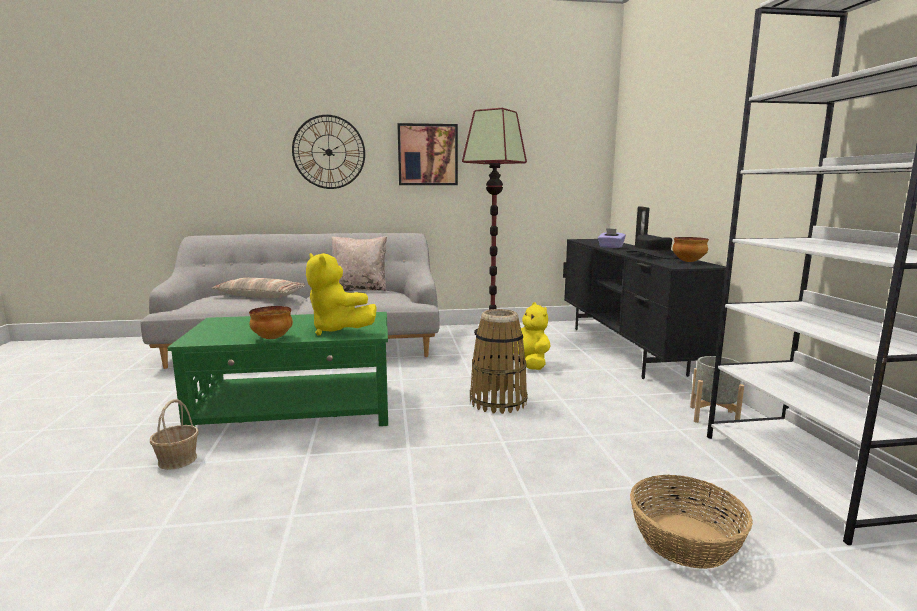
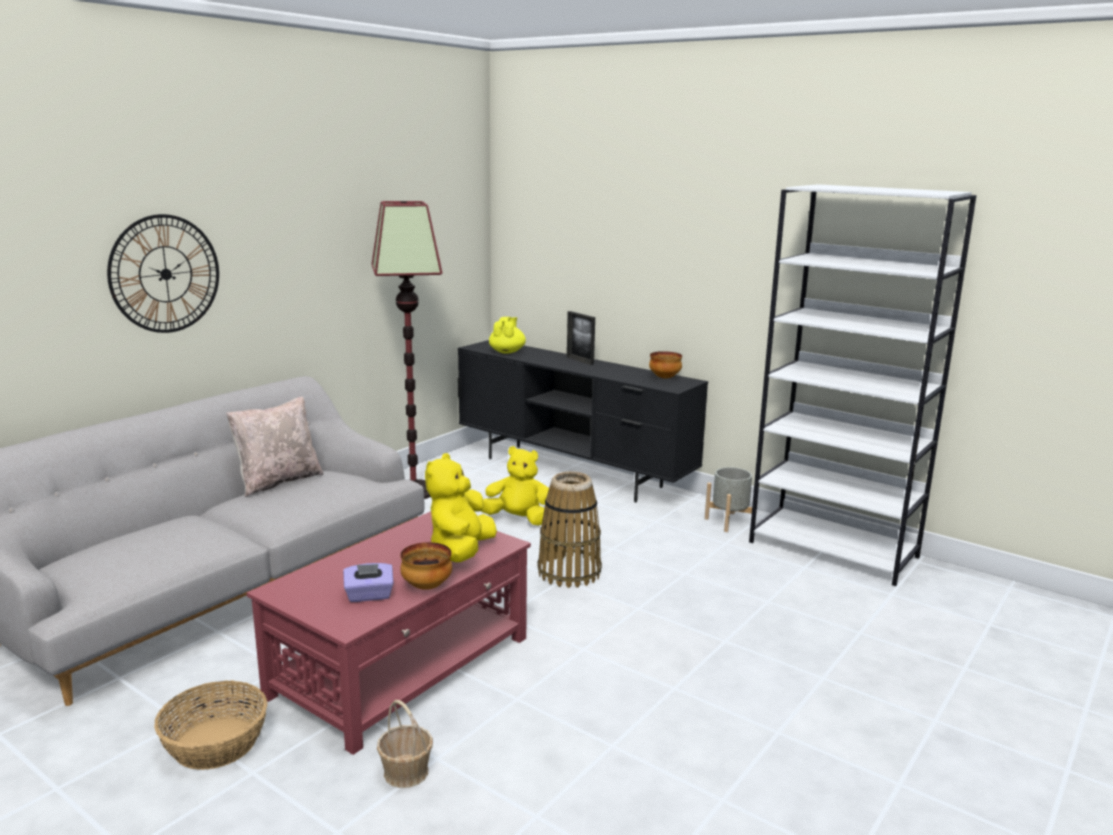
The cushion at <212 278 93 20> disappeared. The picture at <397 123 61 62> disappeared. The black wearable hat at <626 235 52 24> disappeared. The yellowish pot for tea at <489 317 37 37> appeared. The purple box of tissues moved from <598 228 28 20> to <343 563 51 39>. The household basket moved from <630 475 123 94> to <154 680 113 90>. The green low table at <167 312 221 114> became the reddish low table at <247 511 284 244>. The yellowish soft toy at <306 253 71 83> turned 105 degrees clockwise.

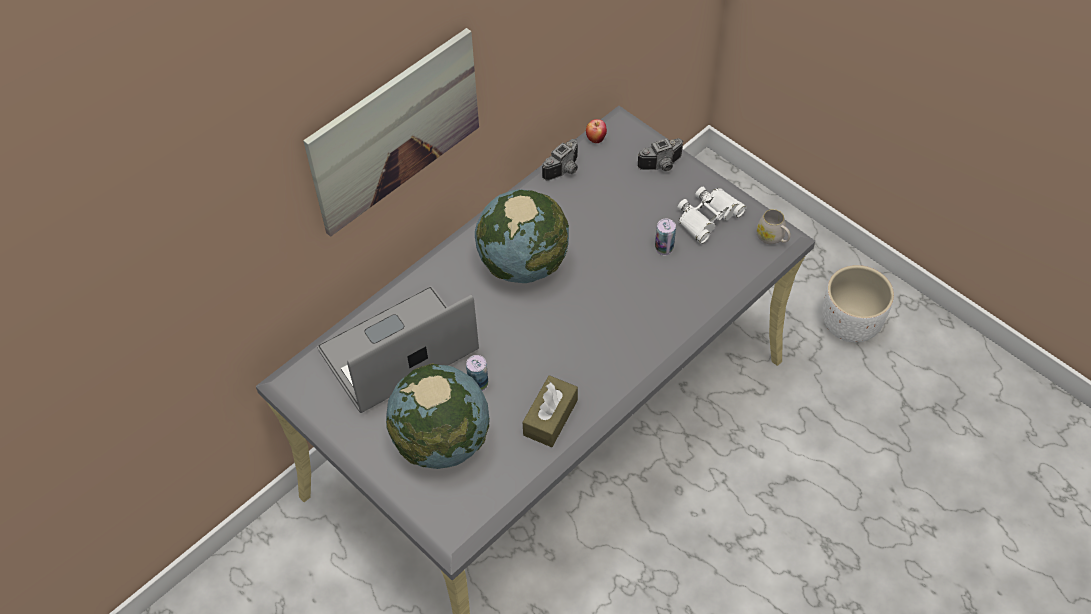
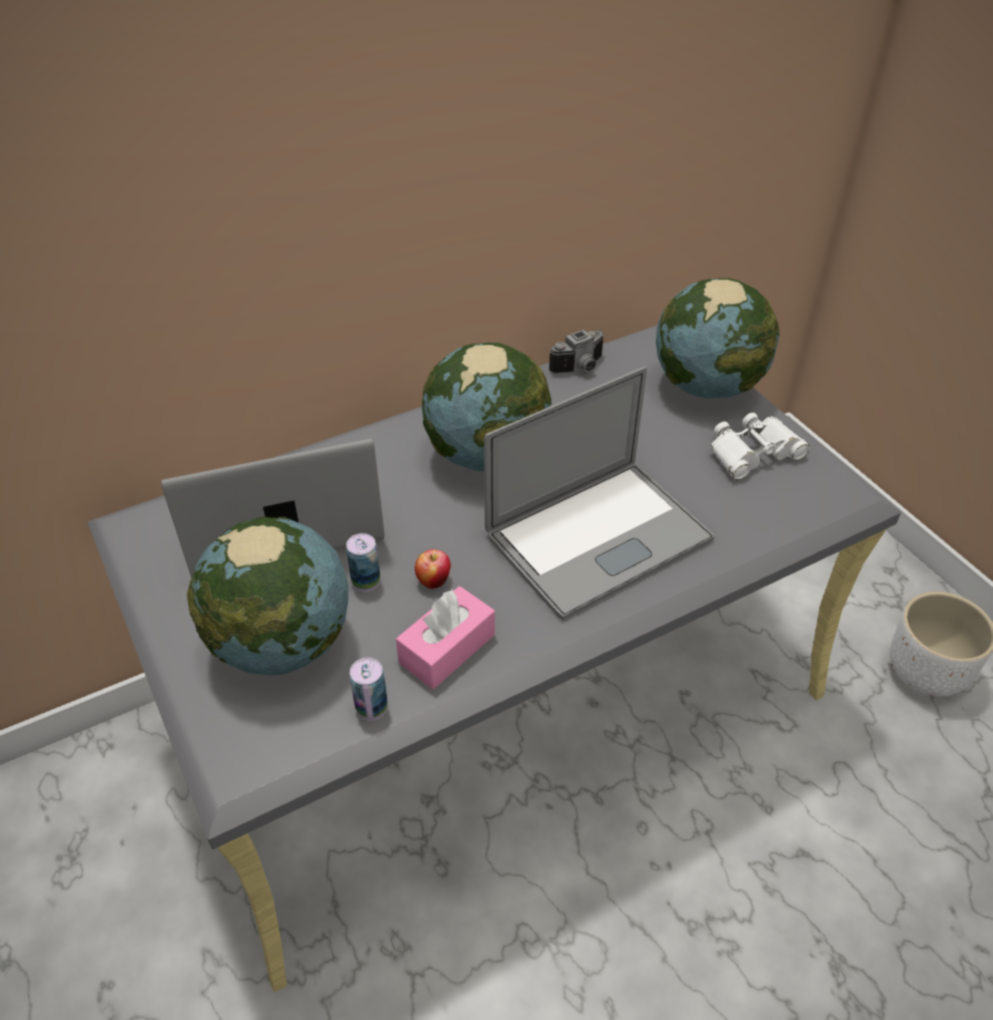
The picture at <303 28 176 209> disappeared. The whitish mug at <756 209 35 35> disappeared. The portable computer at <484 366 230 254> appeared. The apple fruit moved from <586 119 21 24> to <415 549 36 40>. The sealed can moved from <655 219 21 36> to <350 658 38 63>. The still camera at <637 138 47 34> was replaced by the world globe at <656 278 124 121>. The brown box of tissues at <522 375 56 72> became the pink-coloured box of tissues at <396 586 99 103>.

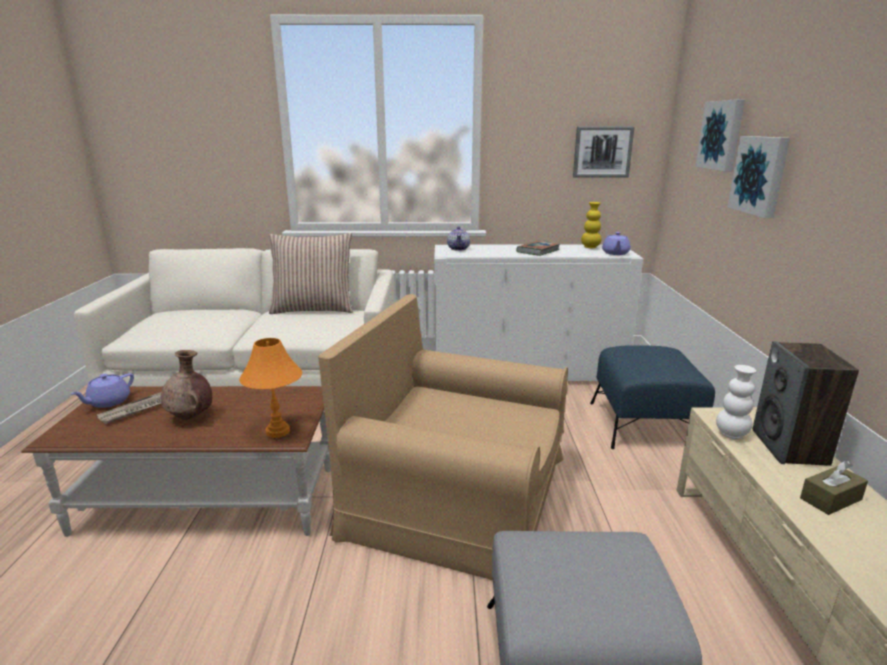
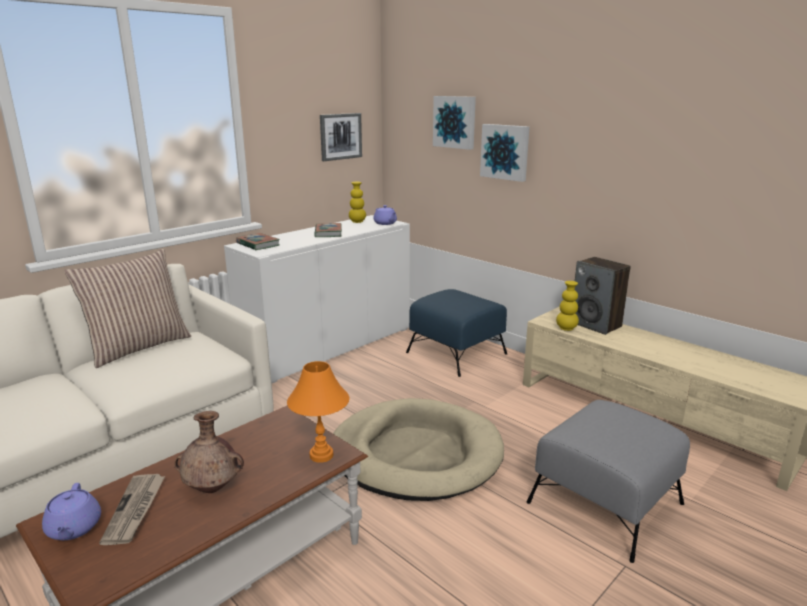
The brown box of tissues at <800 461 68 54> disappeared. The brown lounge chair at <318 294 250 287> was replaced by the beige-coloured pet bed at <333 398 171 103>. The pot for tea at <447 226 23 25> was replaced by the book at <236 233 44 17>. The whitish vase at <716 365 40 74> became the yellowish vase at <556 281 23 50>.

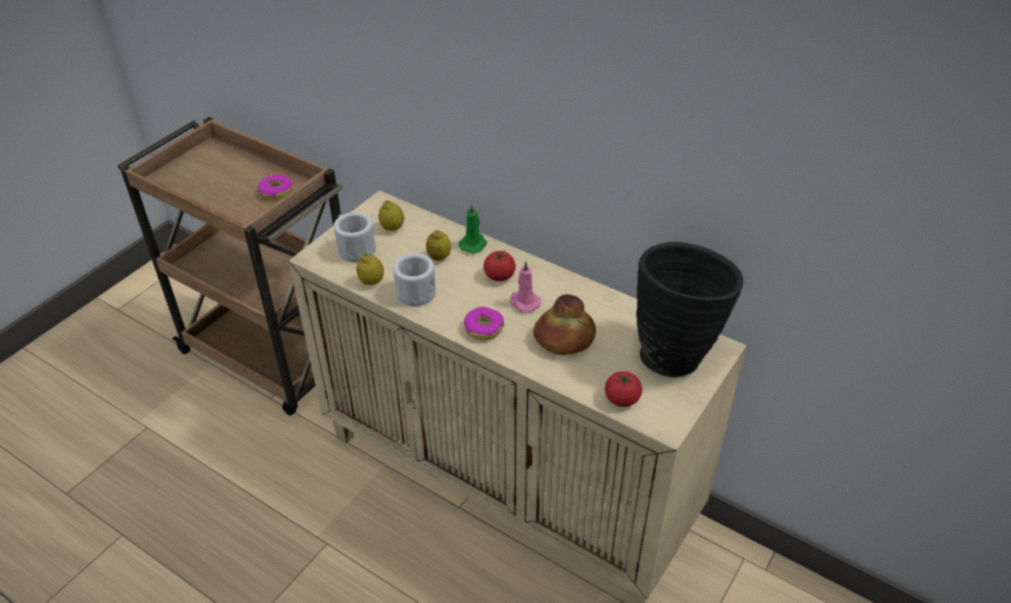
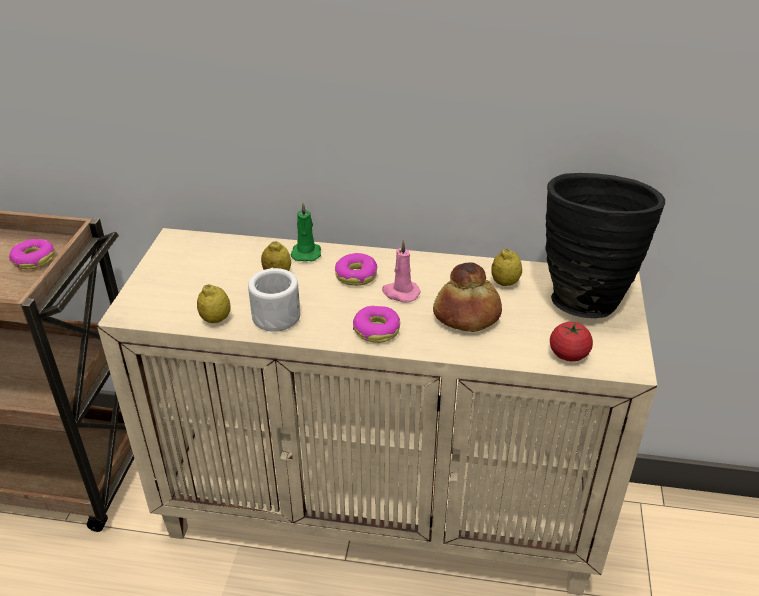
The whitish mug at <334 212 42 50> disappeared. The lemon moved from <379 200 25 31> to <491 249 31 37>. The tomato at <483 251 33 30> was replaced by the donut at <335 253 43 33>.

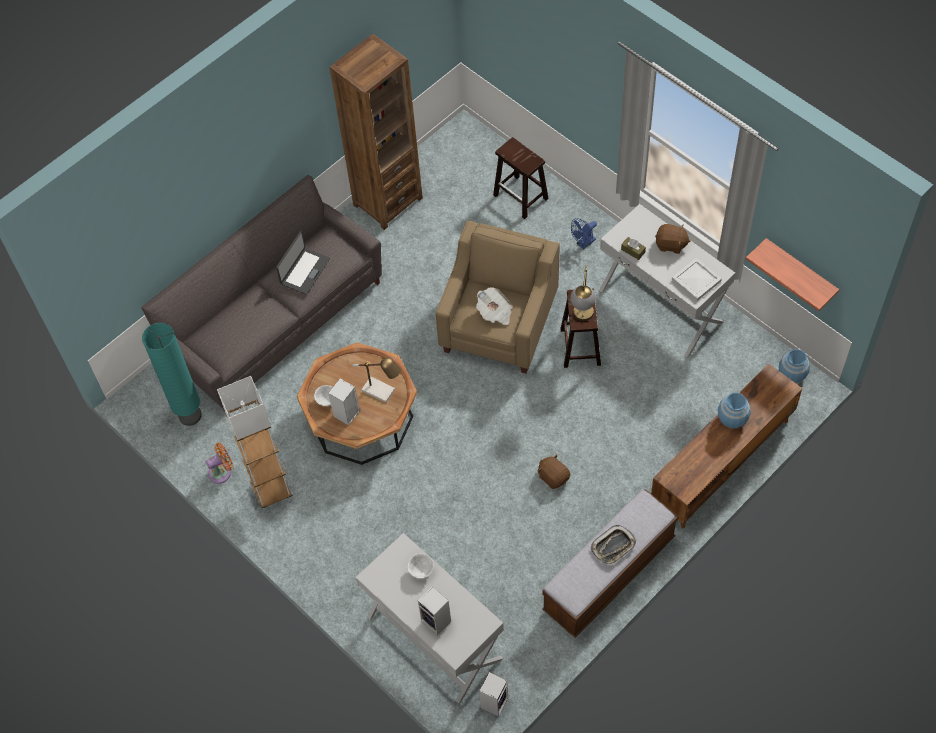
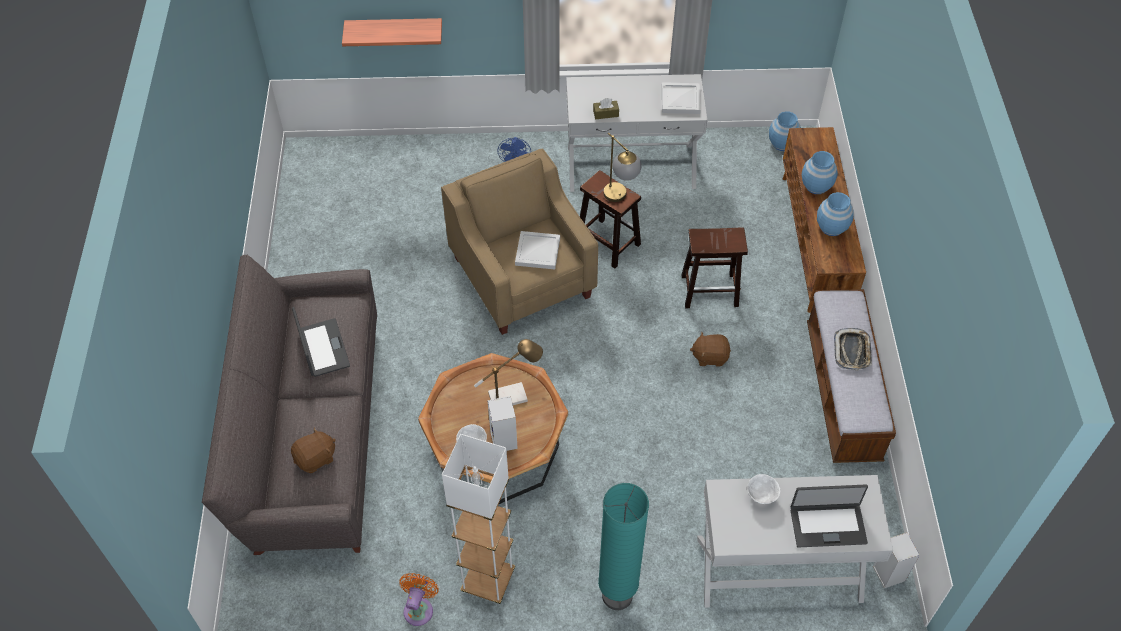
The brown bookcase at <330 34 93 196> disappeared. The bluish vase at <817 192 37 44> appeared. The turquoise-coloured floor lamp moved from <142 323 60 103> to <598 483 51 127>. The brown stool moved from <493 137 56 82> to <681 227 67 81>. The brown soft toy moved from <655 224 35 30> to <291 427 45 46>. The wall shelf moved from <746 238 93 73> to <342 18 100 28>. The loudspeaker at <418 586 33 49> was replaced by the portable computer at <791 485 77 63>. The printed paper at <476 287 37 38> was replaced by the whitish carrying tray at <515 231 45 38>.

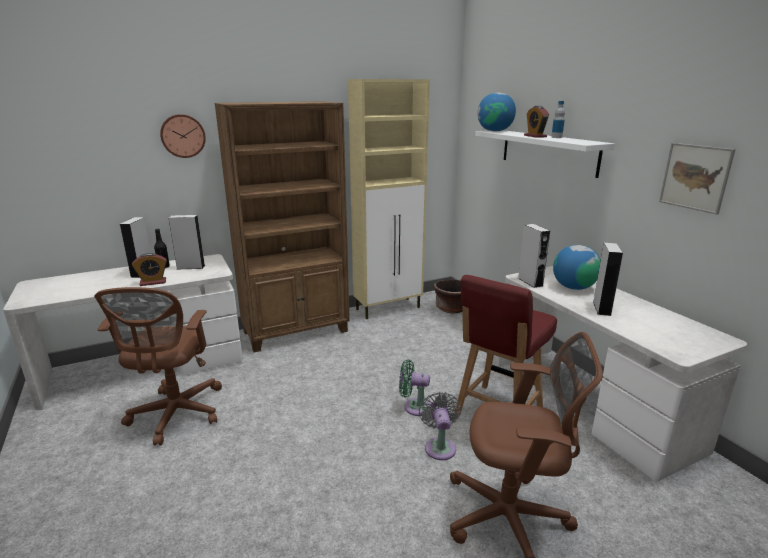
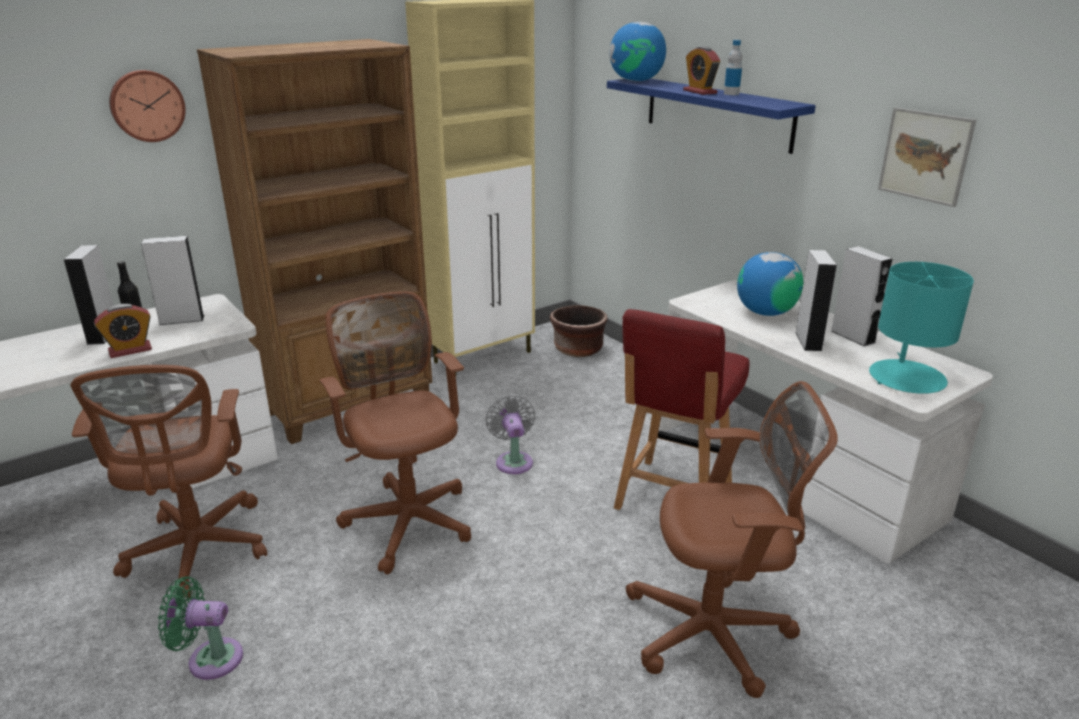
The brown desk chair at <319 291 152 283> appeared. The turquoise-coloured table lamp at <869 262 105 132> appeared. The green electric fan moved from <399 360 32 56> to <158 576 85 104>. The gray electric fan moved from <419 392 42 68> to <486 395 49 79>. The gray loudspeaker moved from <518 224 32 64> to <831 246 62 101>. The whitish wall shelf at <475 130 140 48> became the bluish wall shelf at <607 79 209 75>.

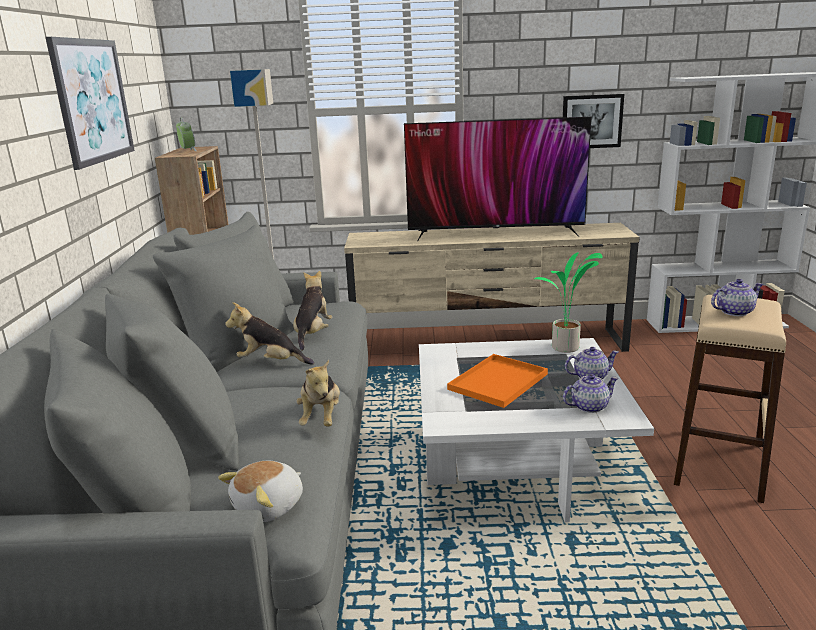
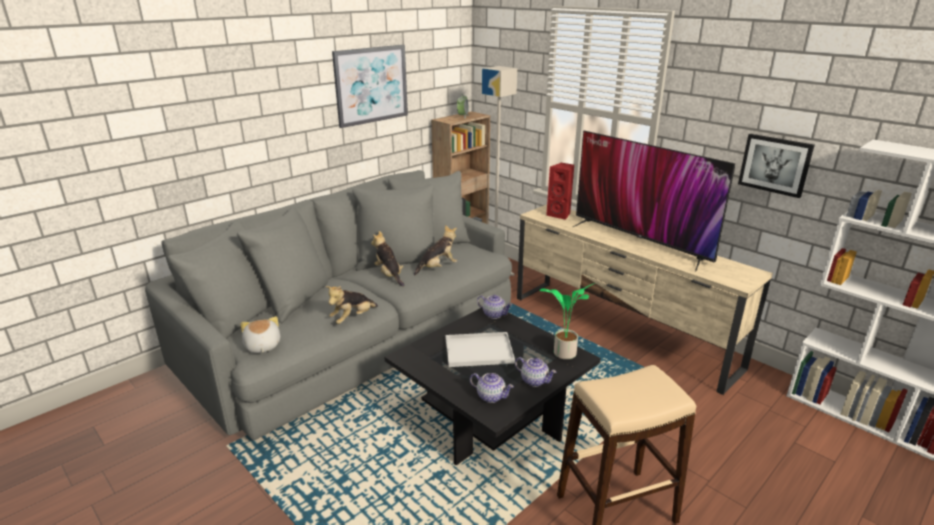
The reddish loudspeaker at <546 162 28 58> appeared. The pot for tea moved from <711 279 52 37> to <477 295 35 24>. The whitish low table at <419 338 235 184> became the black low table at <384 308 217 157>. The orangey carrying tray at <447 354 101 54> became the whitish carrying tray at <446 332 69 35>. The soft toy at <218 461 85 61> turned 75 degrees clockwise.

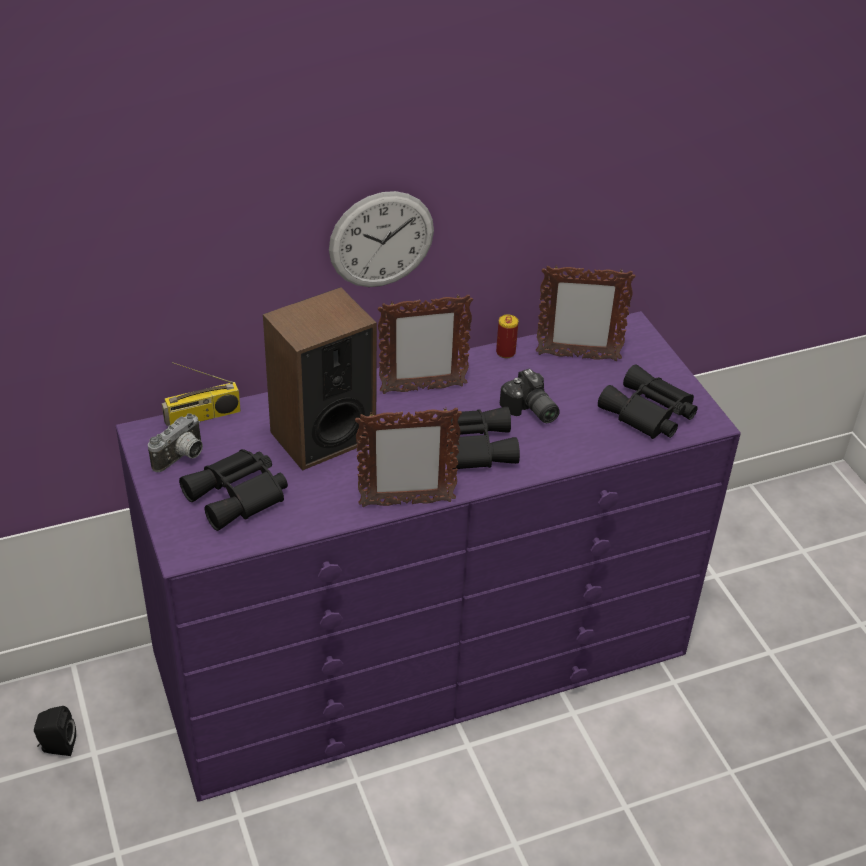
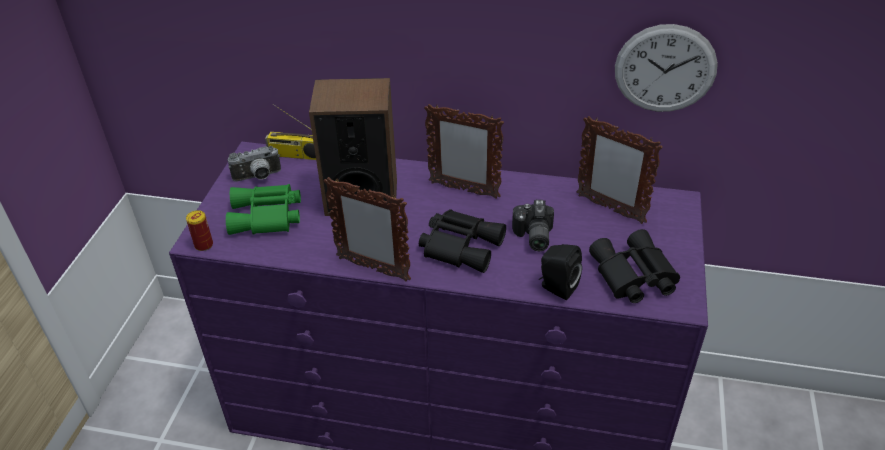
The black loudspeaker moved from <34 706 42 50> to <539 244 43 56>. The clock on the wall moved from <329 191 105 96> to <615 24 103 88>. The sealed can moved from <496 315 22 43> to <186 210 27 41>. The black binoculars at <179 449 109 82> became the green binoculars at <226 184 75 51>.

